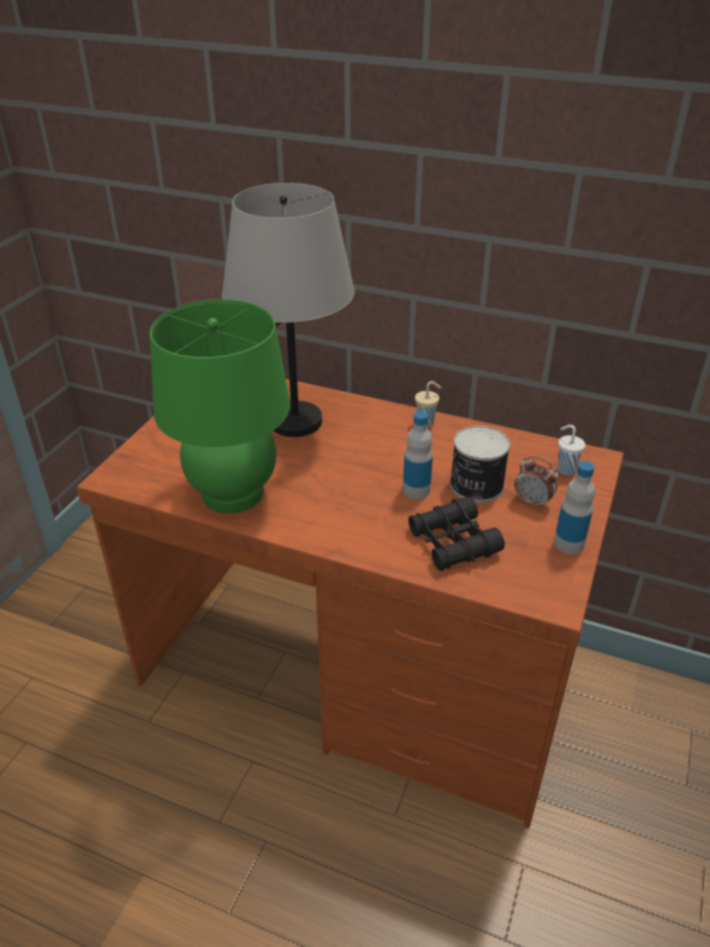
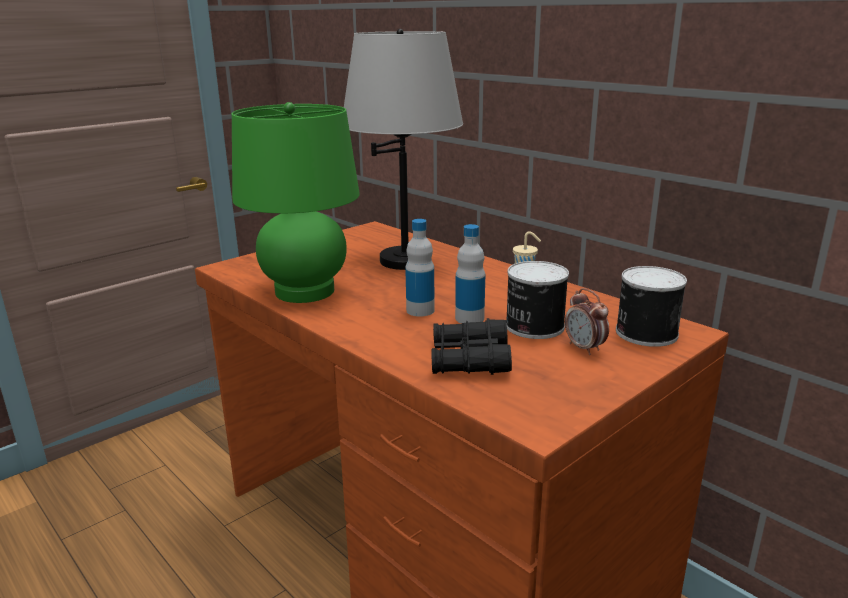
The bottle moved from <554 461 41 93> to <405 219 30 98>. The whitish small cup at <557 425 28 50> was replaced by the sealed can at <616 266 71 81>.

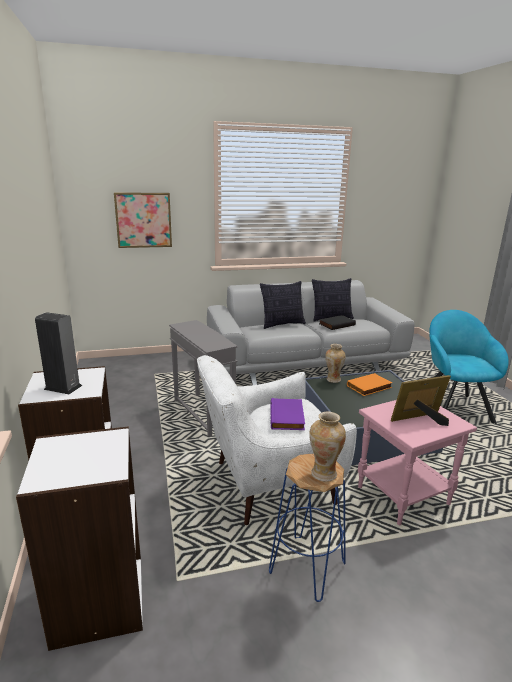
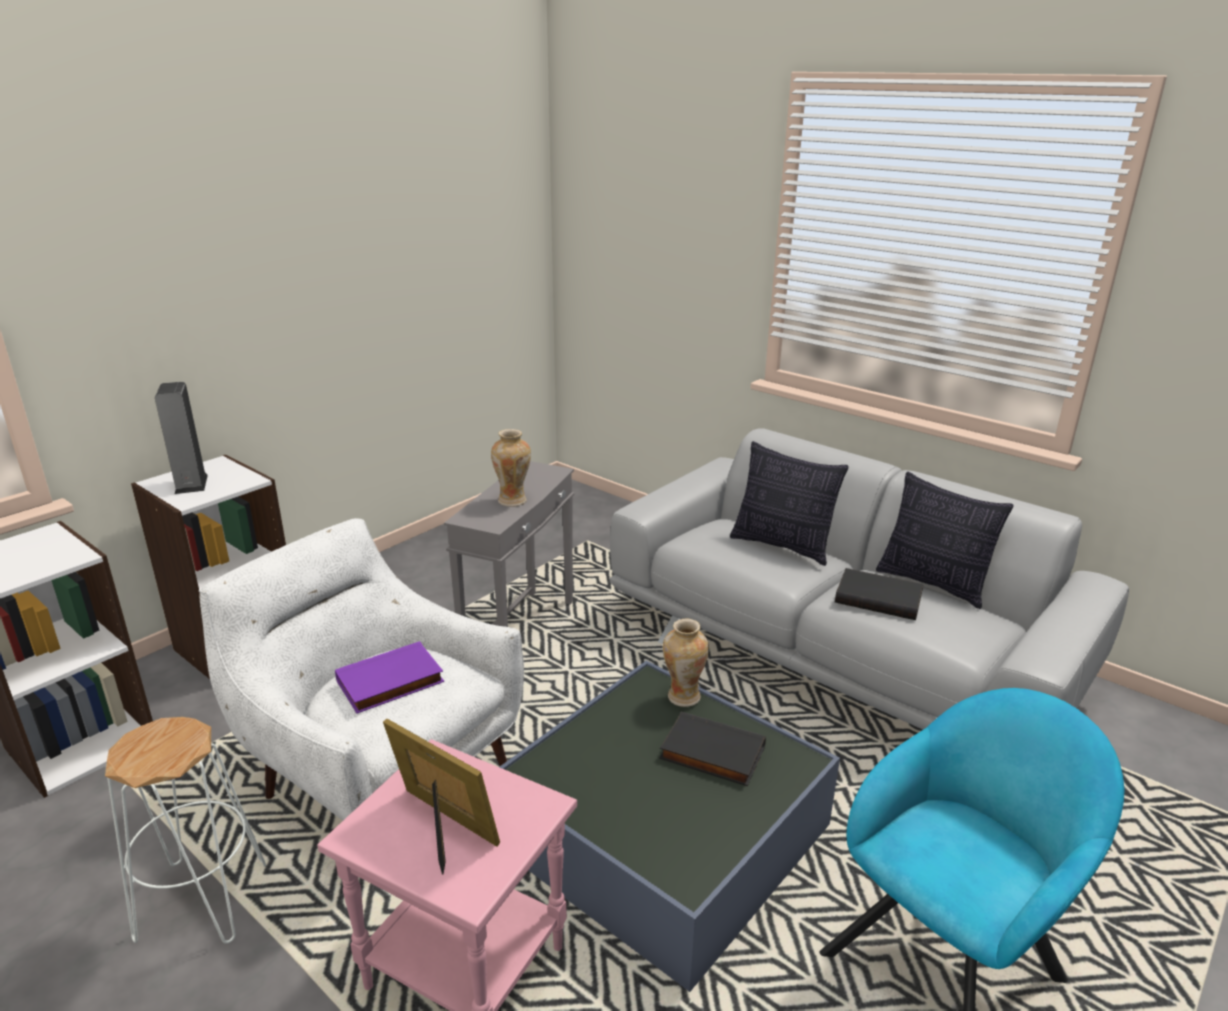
The picture at <114 192 58 56> disappeared. The vase moved from <309 412 37 70> to <491 429 40 78>. The bluish stool at <269 454 77 148> became the whitish stool at <105 717 161 227>. The orangey book at <347 373 45 23> became the black book at <659 712 107 74>.

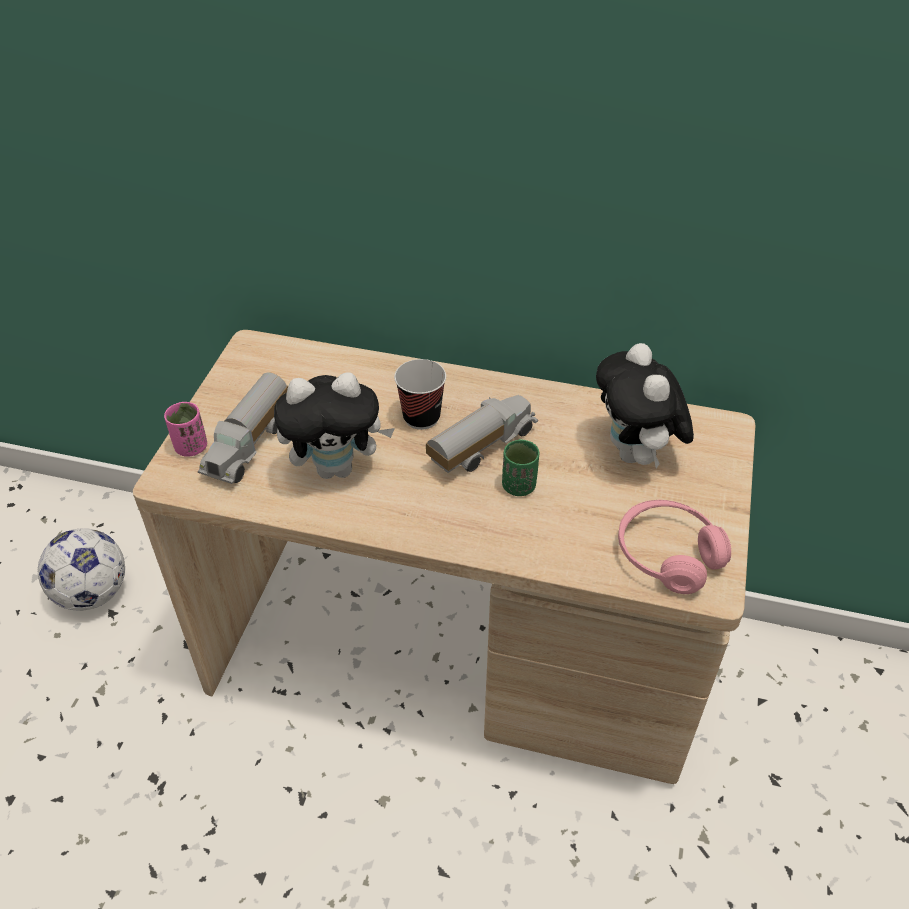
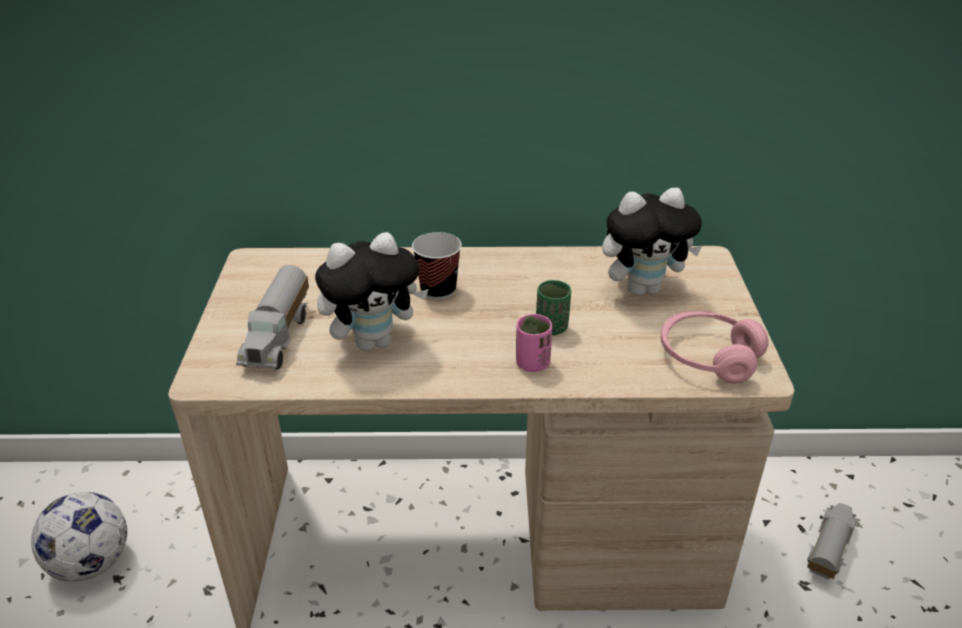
The pink-coloured small cup moved from <164 402 43 55> to <516 314 36 58>. The toy lorry moved from <426 395 112 78> to <807 503 50 77>. The soft toy at <596 343 98 126> turned 75 degrees counterclockwise.

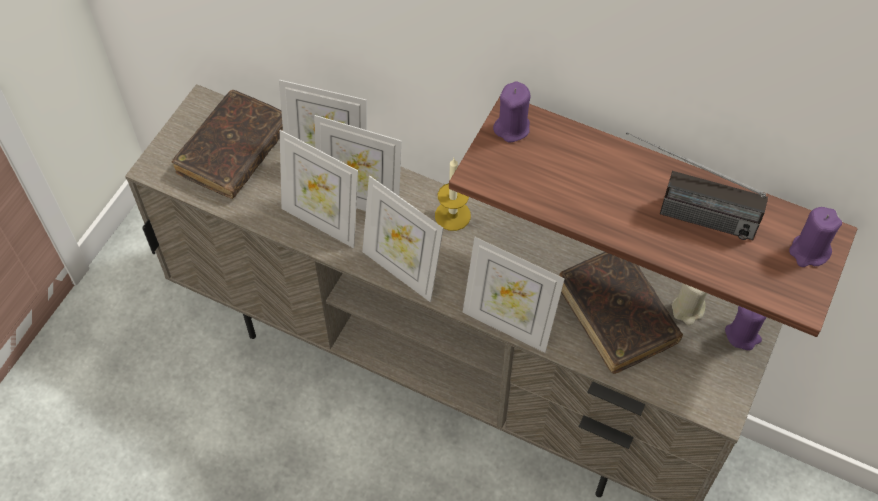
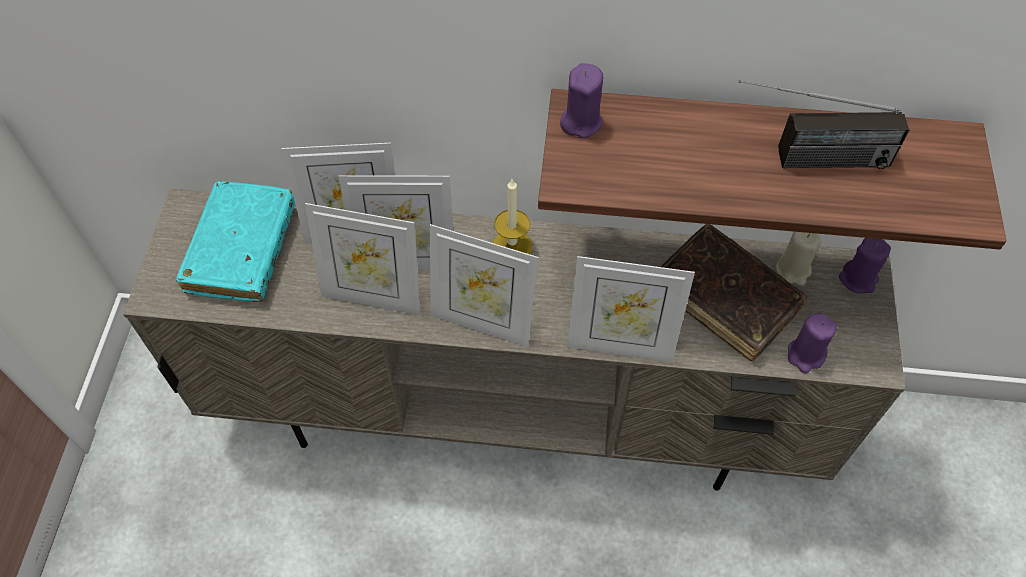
The purple candle moved from <789 207 53 60> to <788 313 49 60>. The brown book at <172 90 111 109> became the turquoise-coloured book at <176 181 119 121>.

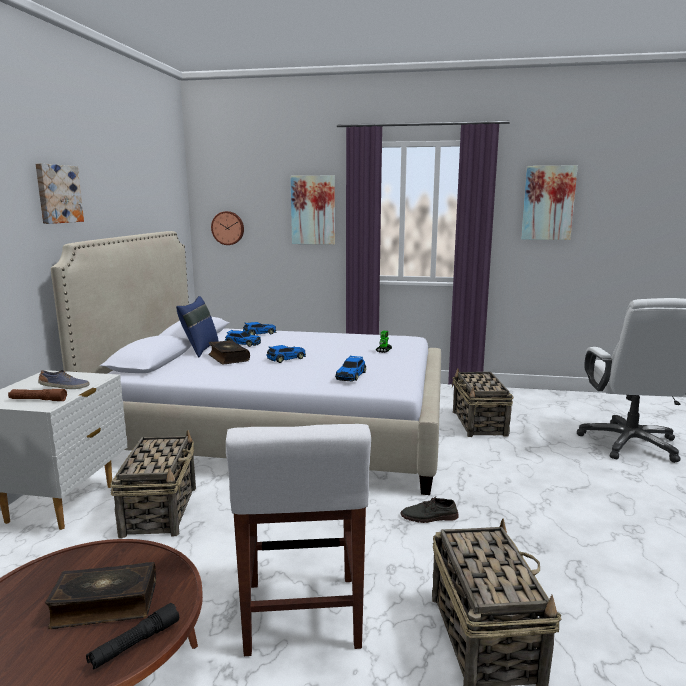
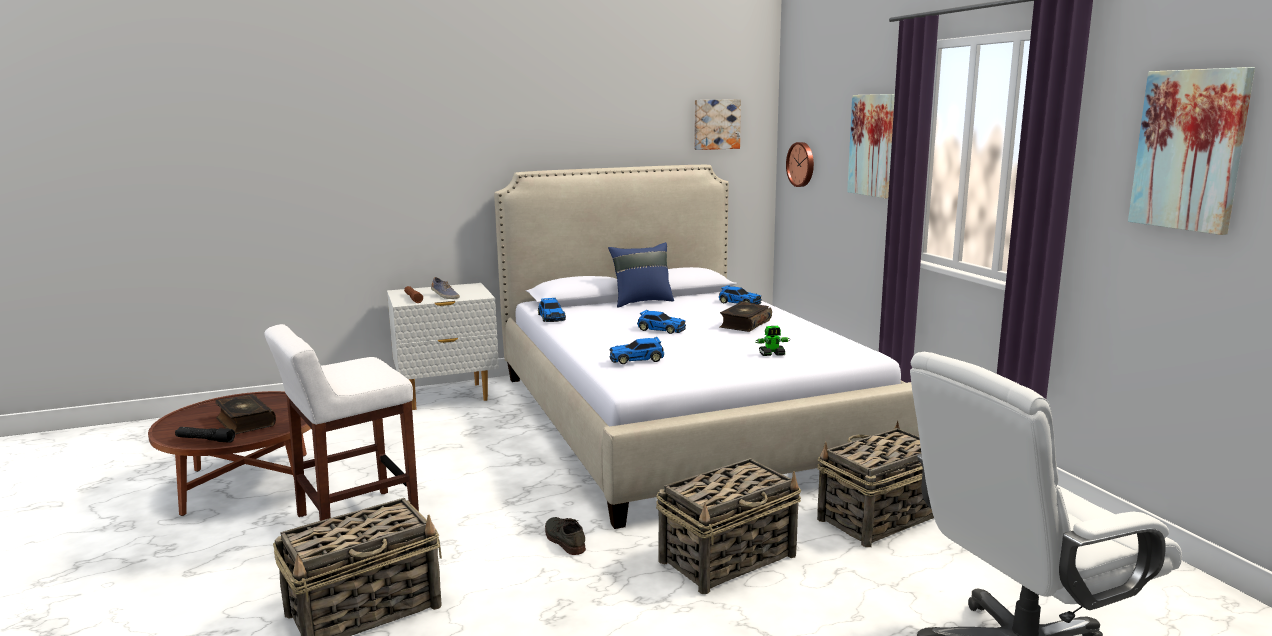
The picture moved from <35 163 49 61> to <694 99 47 51>. The household basket moved from <110 430 86 108> to <656 458 145 136>. The book moved from <209 340 41 24> to <720 301 52 31>. The miniature car moved from <225 330 36 17> to <538 298 28 24>.

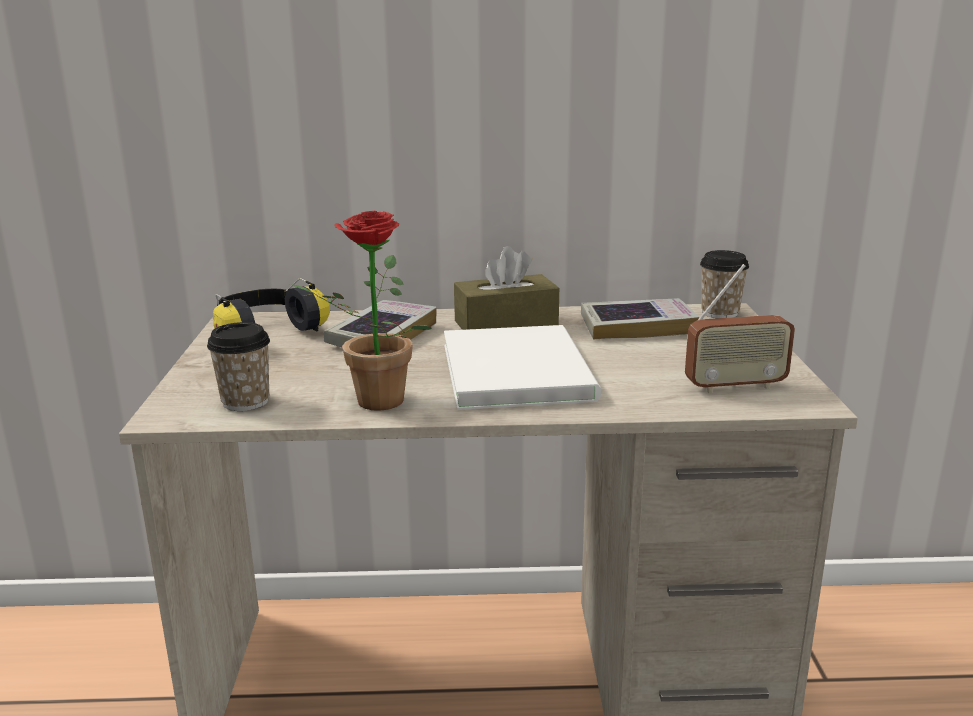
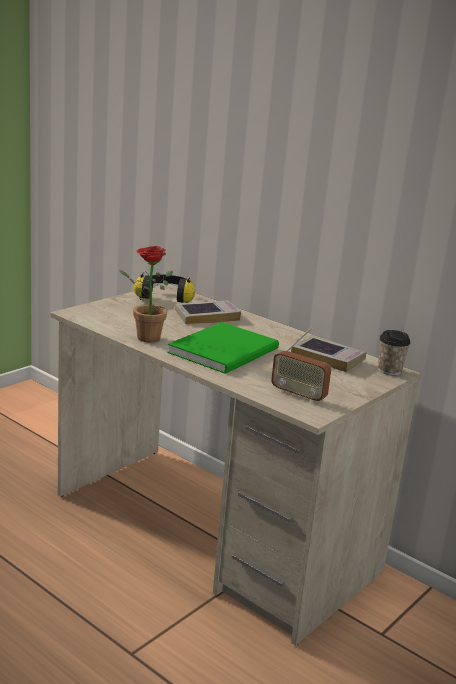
The small cup at <207 322 63 89> disappeared. The brown box of tissues at <454 246 105 84> disappeared. The whitish book at <444 325 157 85> became the green book at <167 322 112 52>.

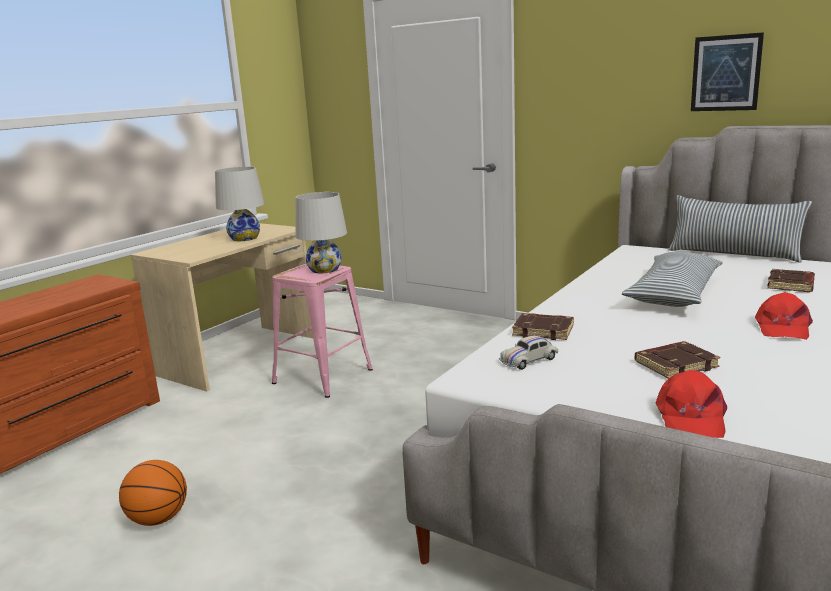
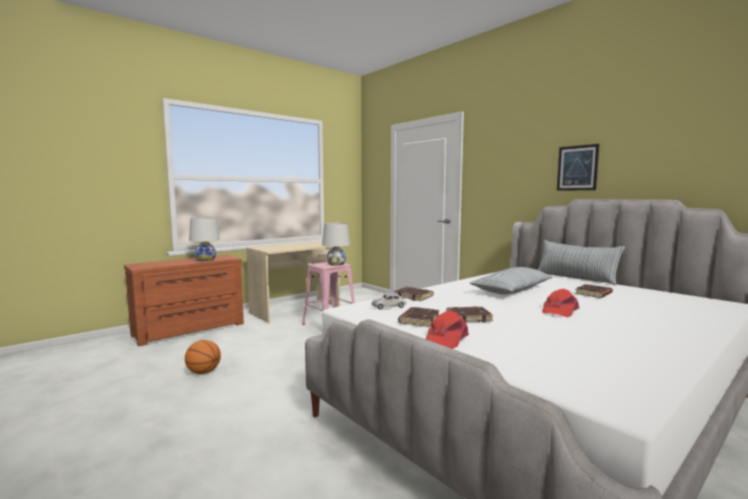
The brown book at <398 307 42 20> appeared. The whitish table lamp moved from <215 167 49 74> to <189 217 31 44>.

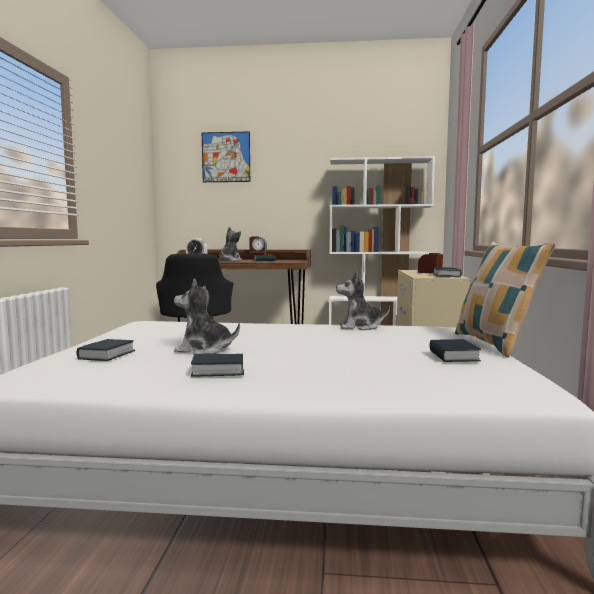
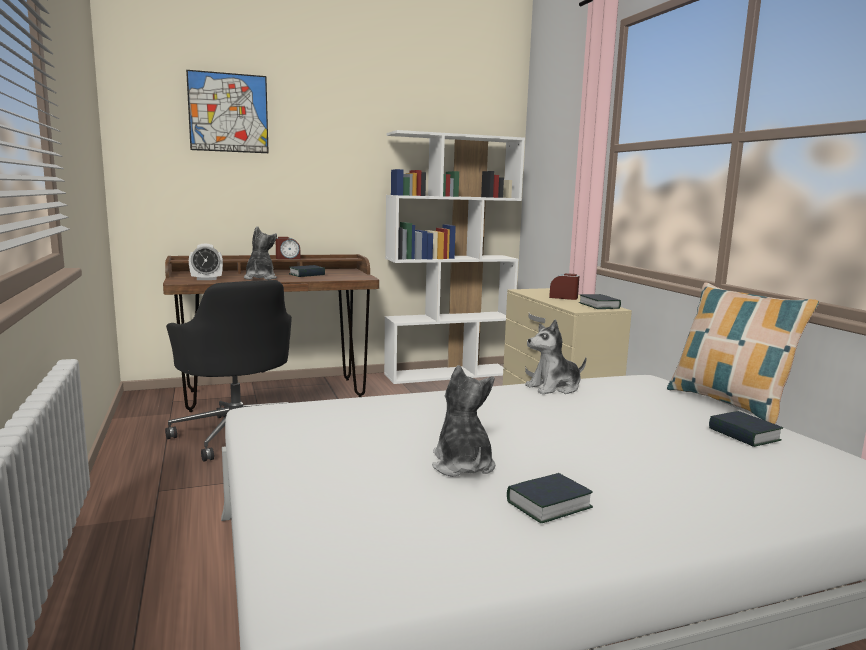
The book at <77 339 58 22> disappeared. The soft toy at <174 279 66 76> turned 90 degrees clockwise.

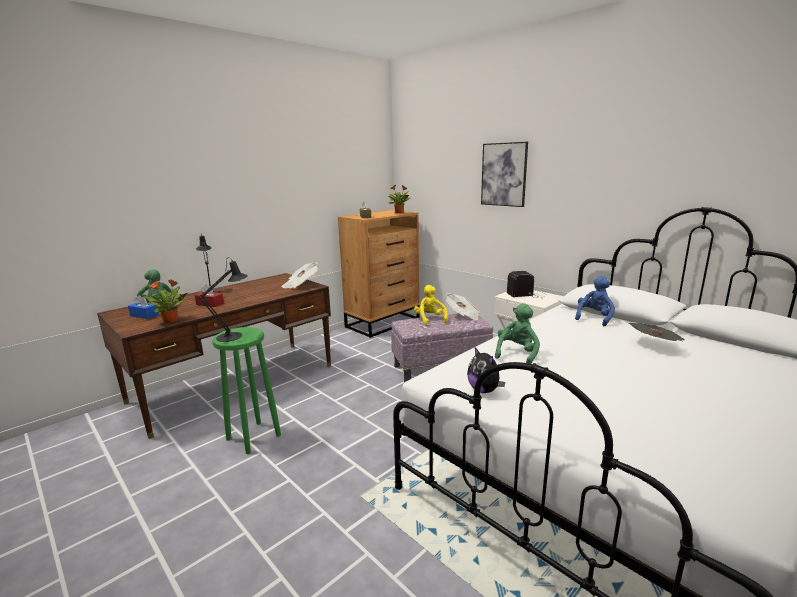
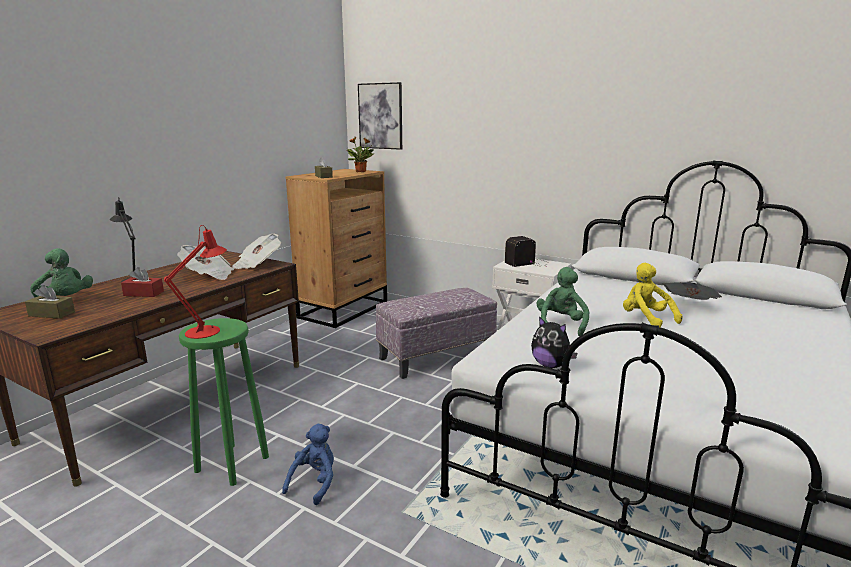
The plant in a pot at <144 279 43 44> disappeared. The yellowish soft toy moved from <414 285 34 40> to <623 263 60 64>. The printed paper moved from <446 293 34 27> to <177 245 57 35>. The picture moved from <481 142 47 65> to <358 82 44 68>. The bluish soft toy moved from <575 276 40 51> to <282 424 52 81>. The bluish box of tissues at <128 295 31 24> became the brown box of tissues at <25 285 50 34>. The black table lamp at <199 257 49 85> became the reddish table lamp at <164 225 63 114>.

